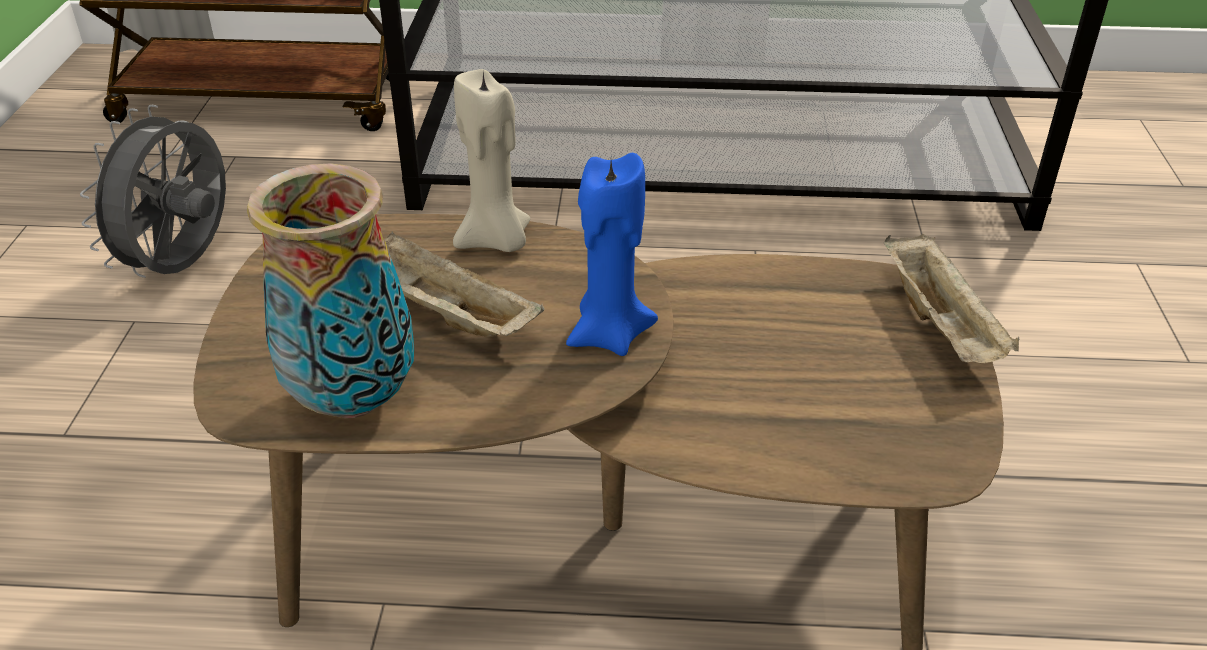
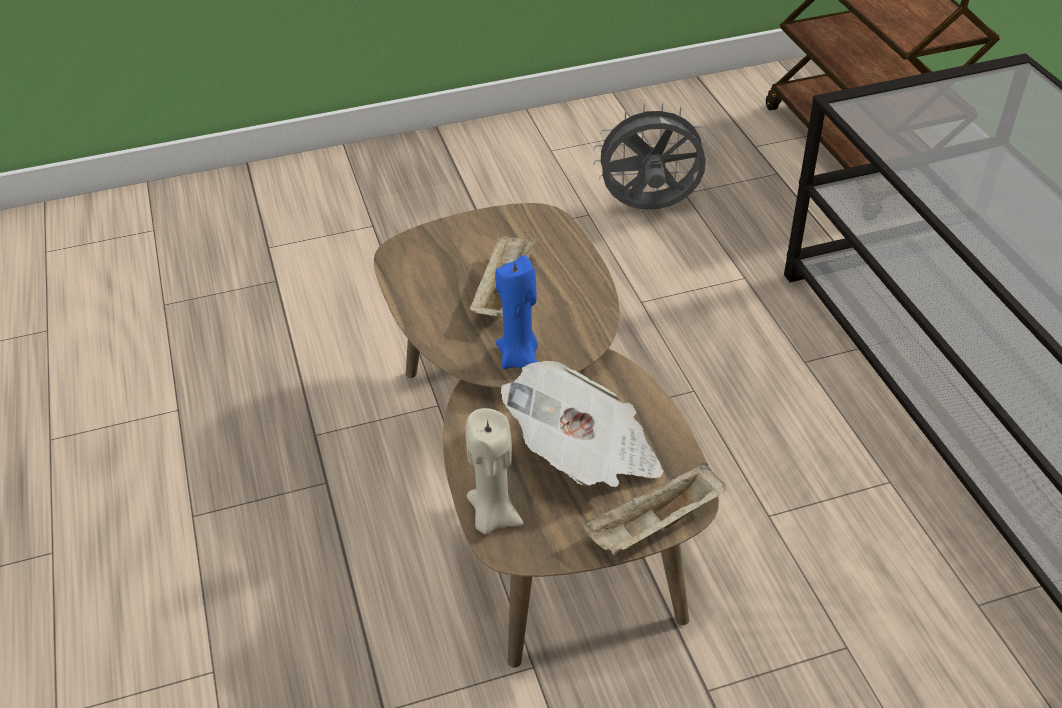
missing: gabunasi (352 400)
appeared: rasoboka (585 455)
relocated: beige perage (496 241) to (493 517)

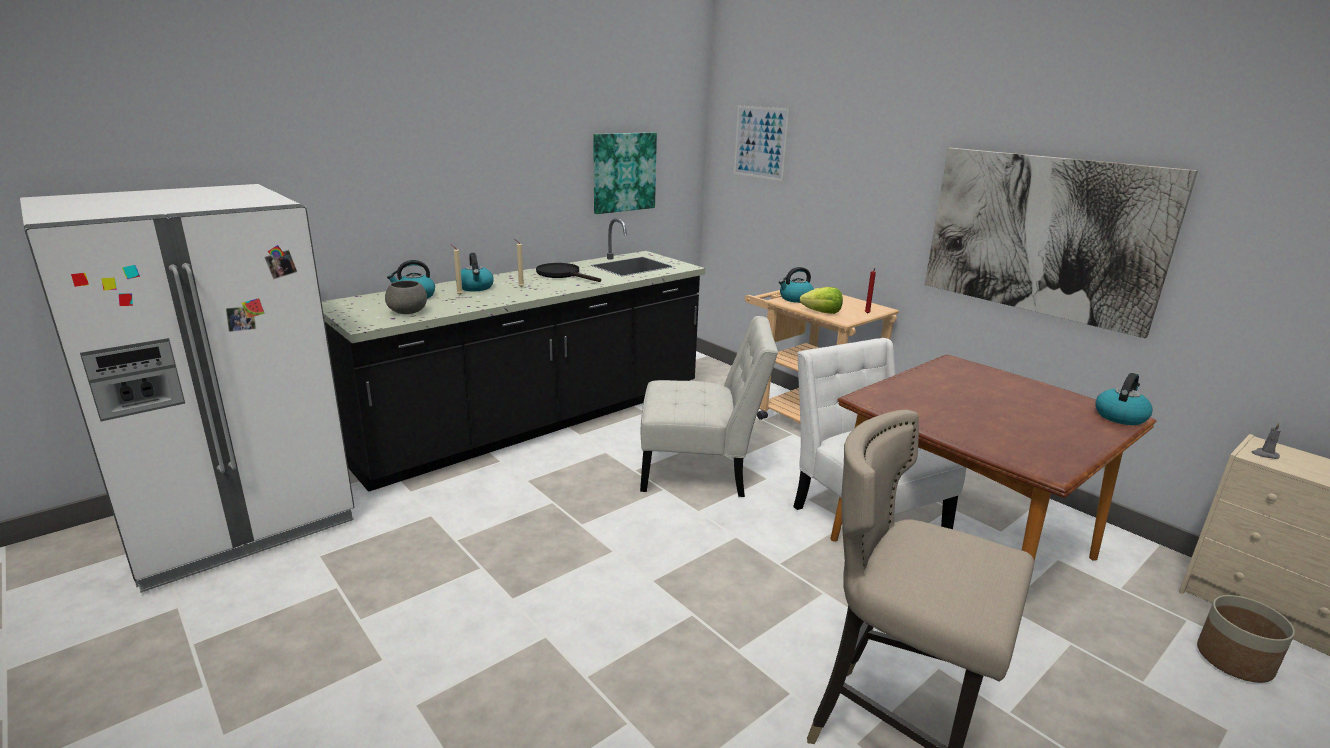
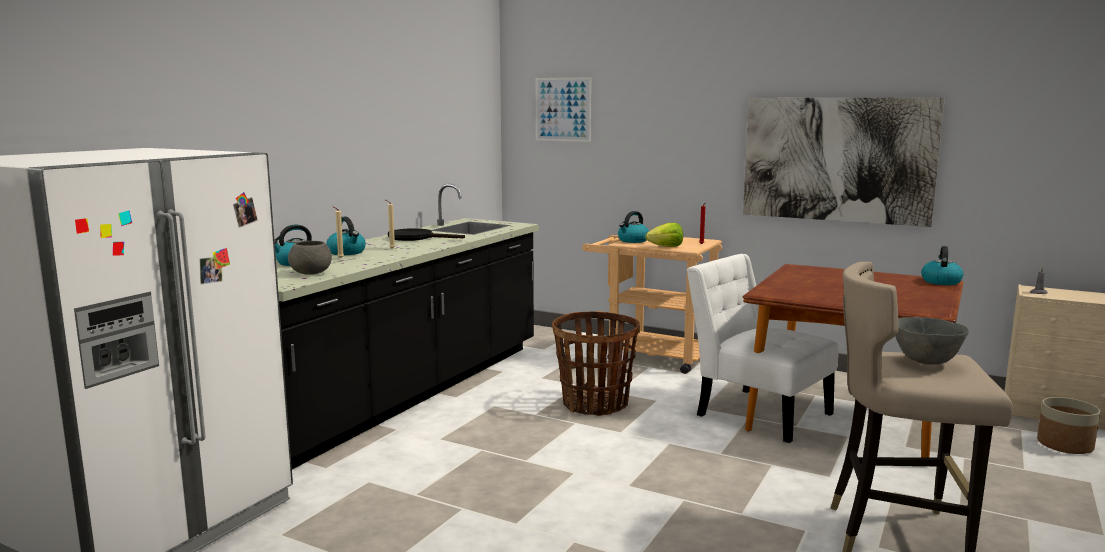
missing: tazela (623 172)
appeared: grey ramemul (926 362)
exchanged: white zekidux (701 470) to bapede (595 404)

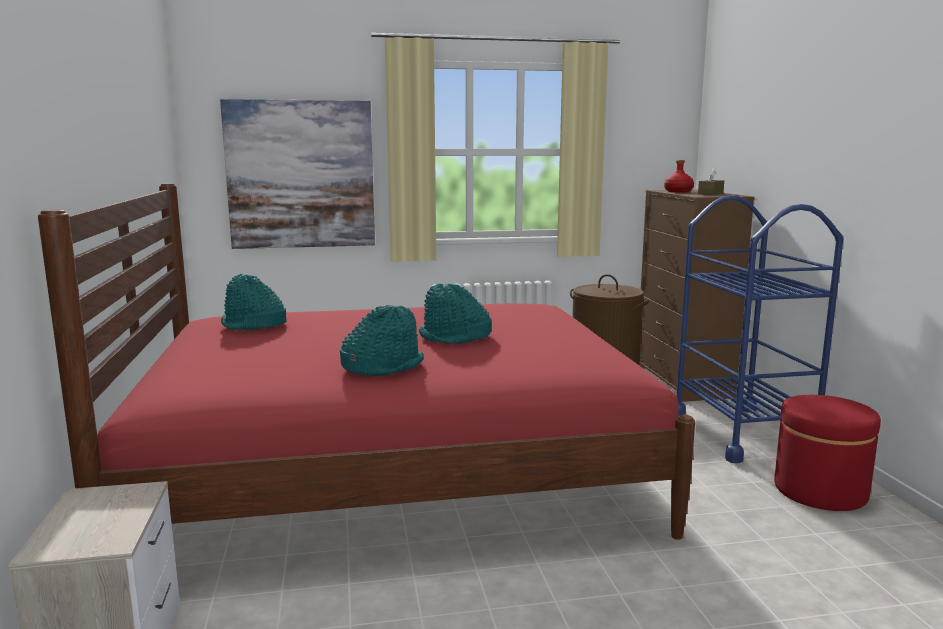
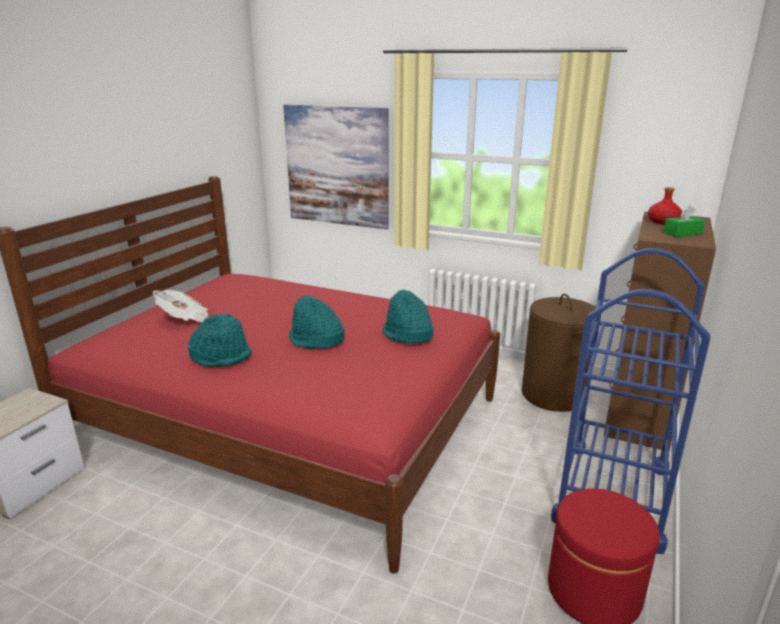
appeared: rasoboka (185 319)
relocated: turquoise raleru (253 325) to (407 334)
colour: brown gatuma (710 194) to green gatuma (682 233)

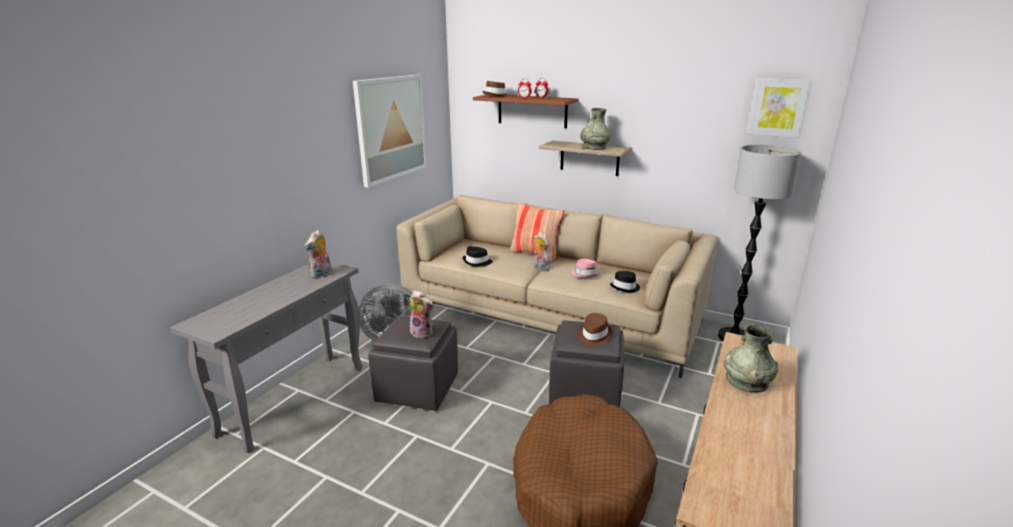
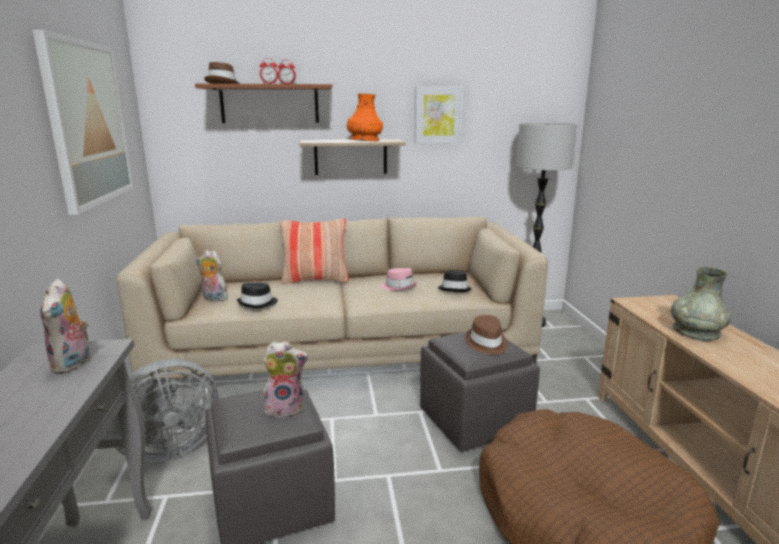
relocated: tazela (778 107) to (438 115); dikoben (540 268) to (213 299)
colour: grey gabunasi (594 147) to orange gabunasi (364 140)

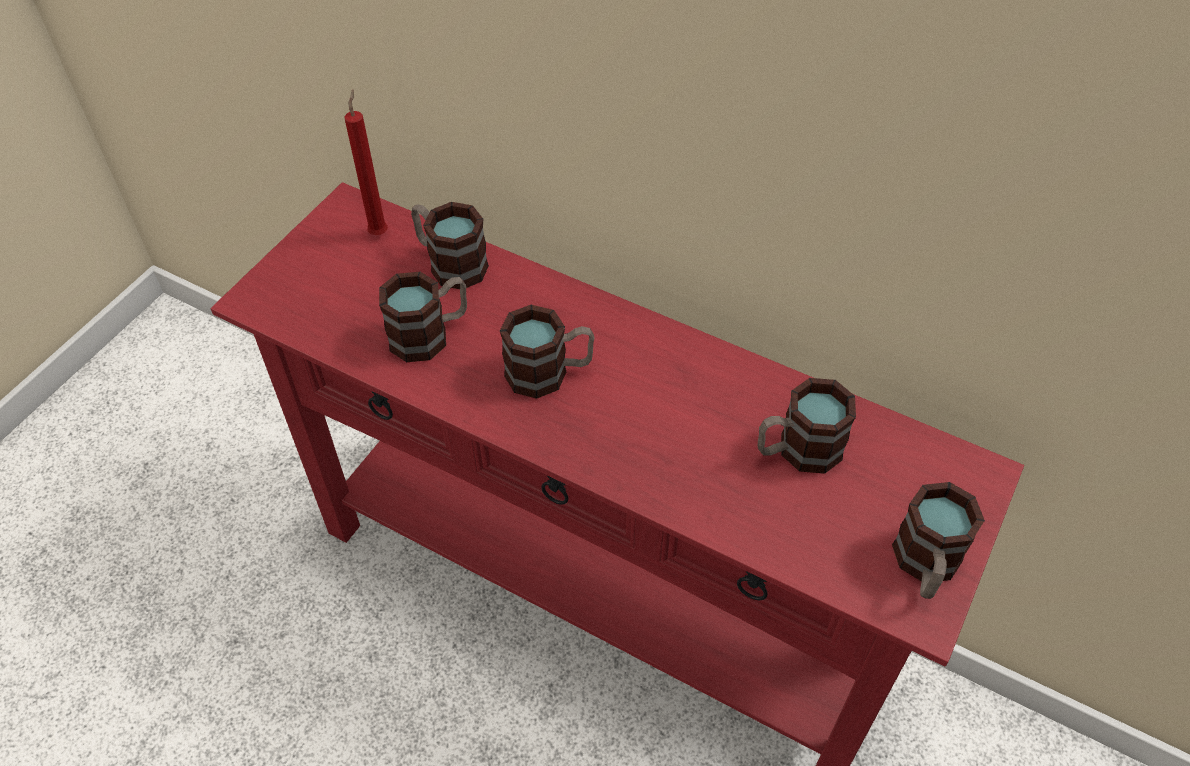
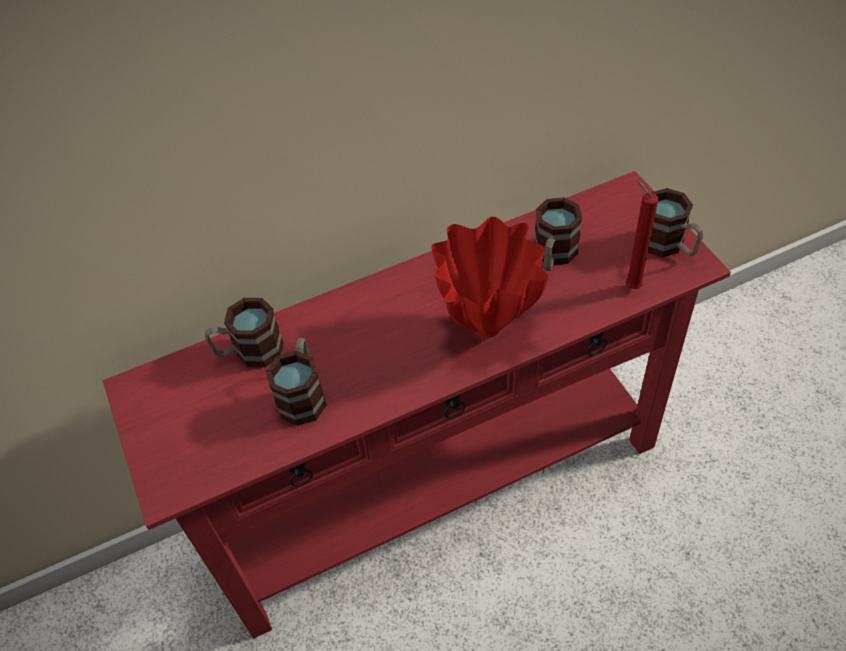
missing: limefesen (549 373)
appeared: red gabunasi (490 326)
relocated: red perage (379 232) to (630 286)

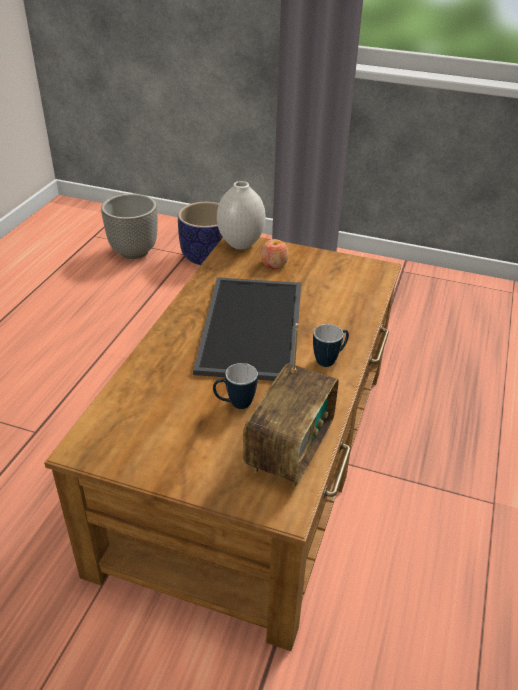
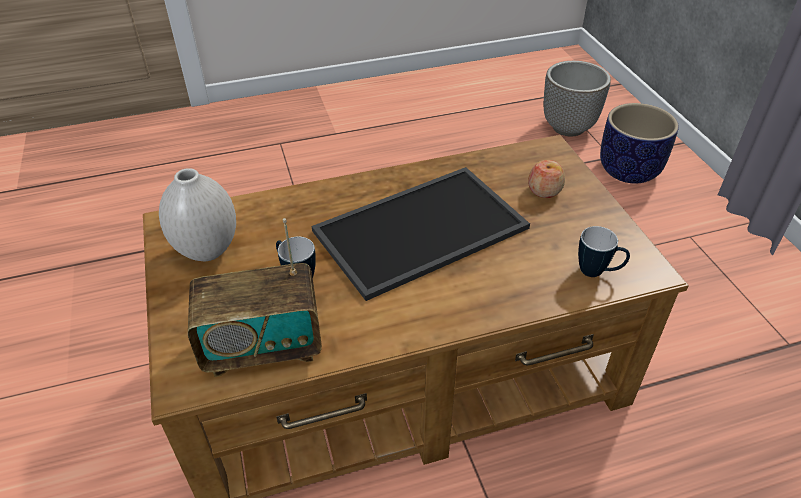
relocated: white gabunasi (240 244) to (206 251); limefesen (330 360) to (597 272)

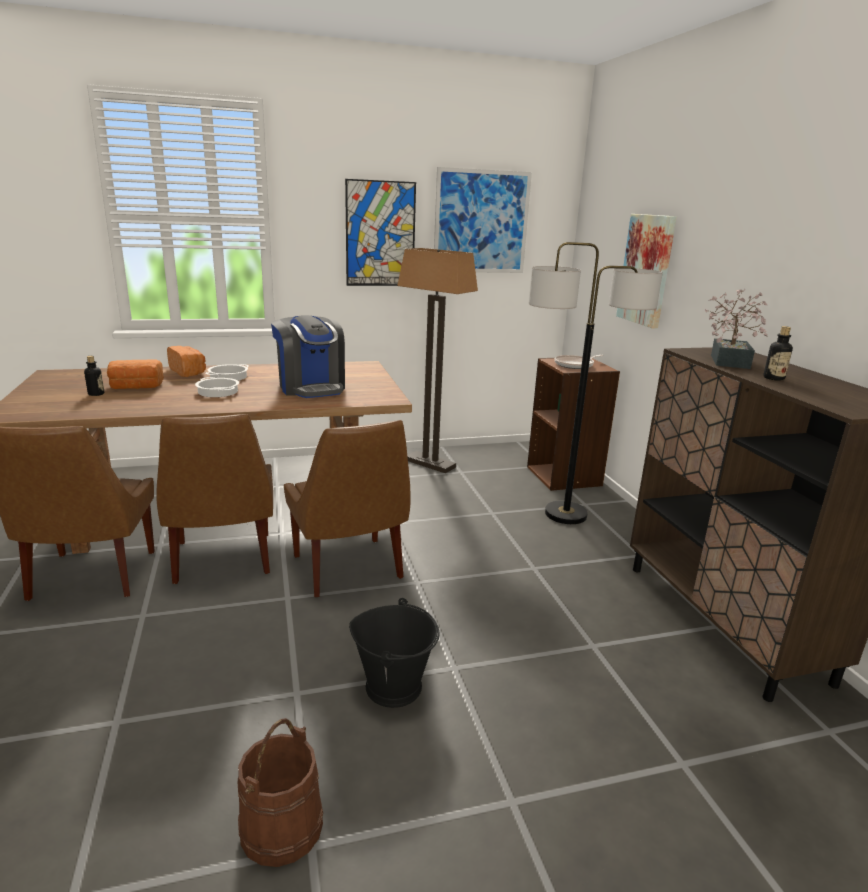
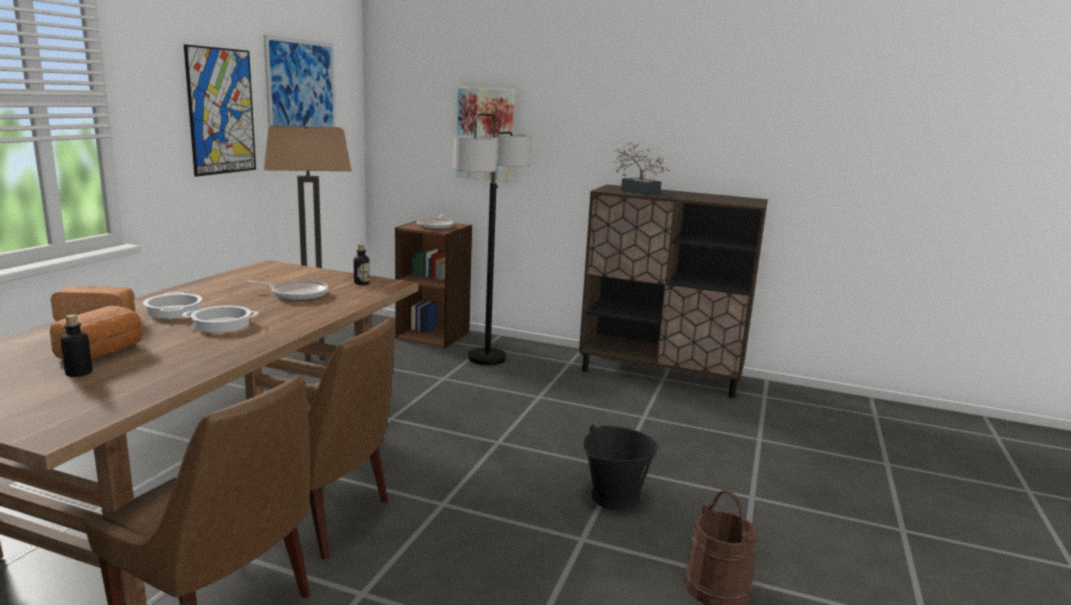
missing: brown zekidux (349 569)
relocated: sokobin (773 378) to (361 283)
exchanged: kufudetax (311 387) to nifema (297 295)

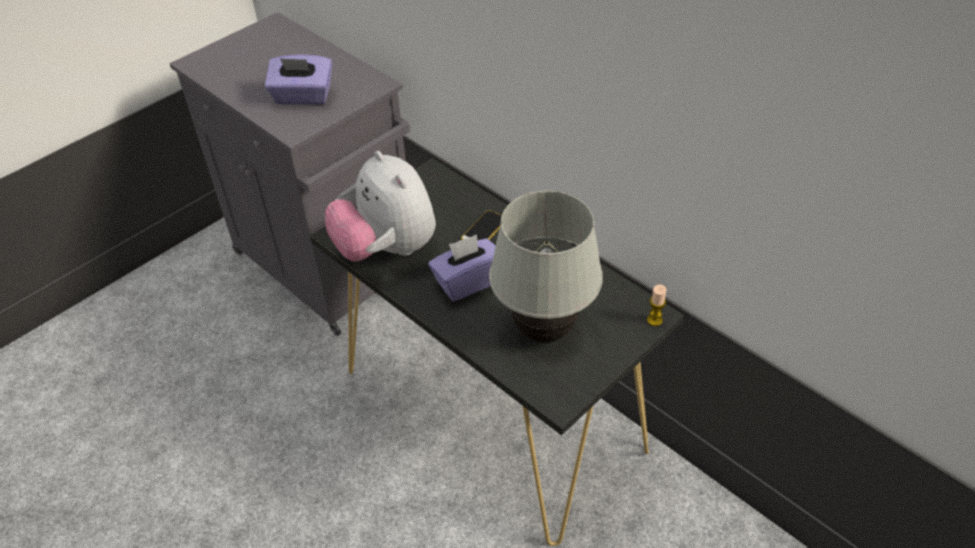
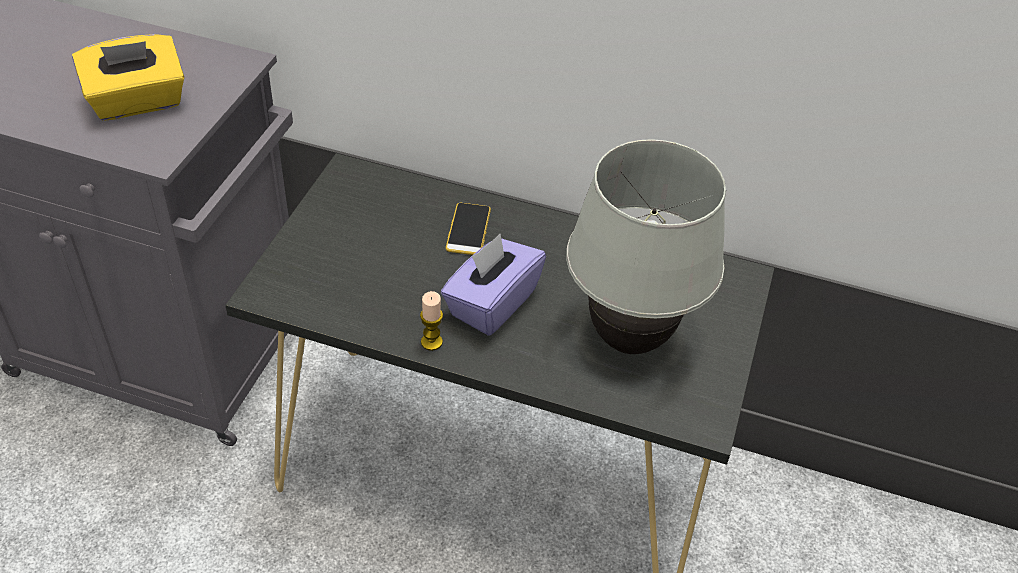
missing: dikoben (386 249)
relocated: perage (654 320) to (431 342)
colour: purple gatuma (303 97) to yellow gatuma (137 102)

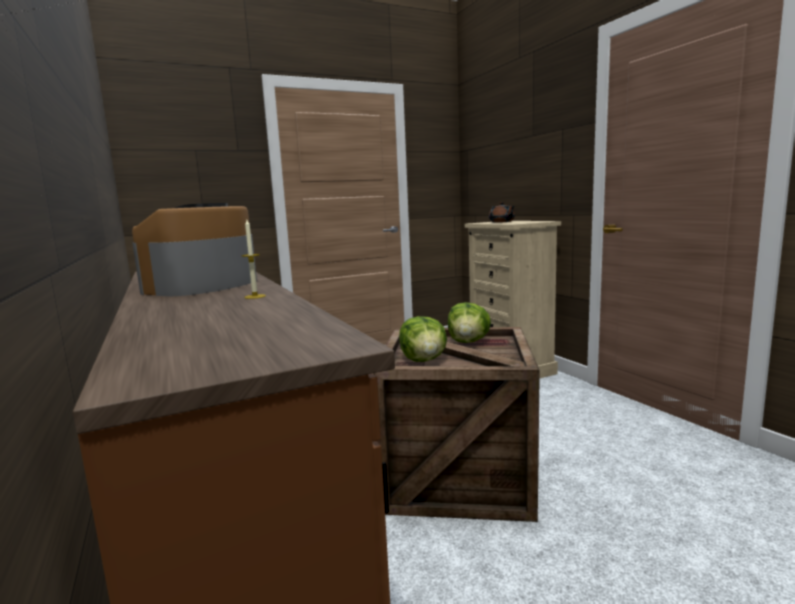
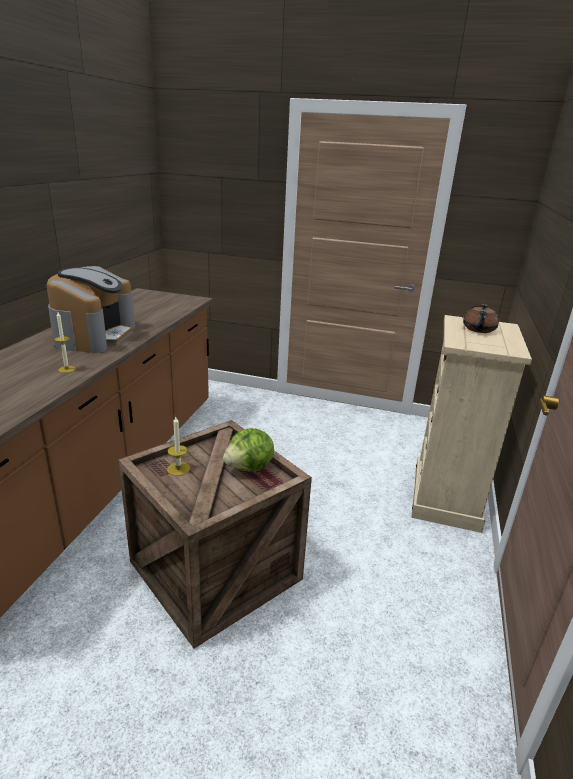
exchanged: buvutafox (424 360) to perage (178 469)
spun: kufudetax (204 286) = (95 335) 120 degrees clockwise

